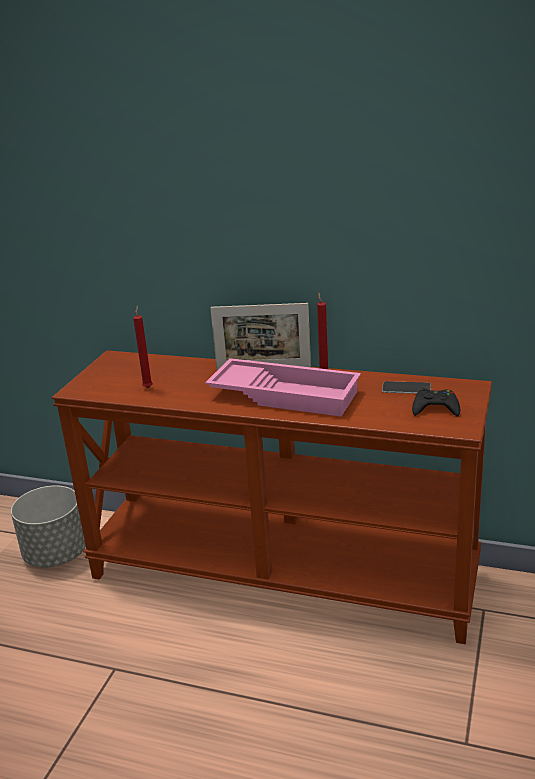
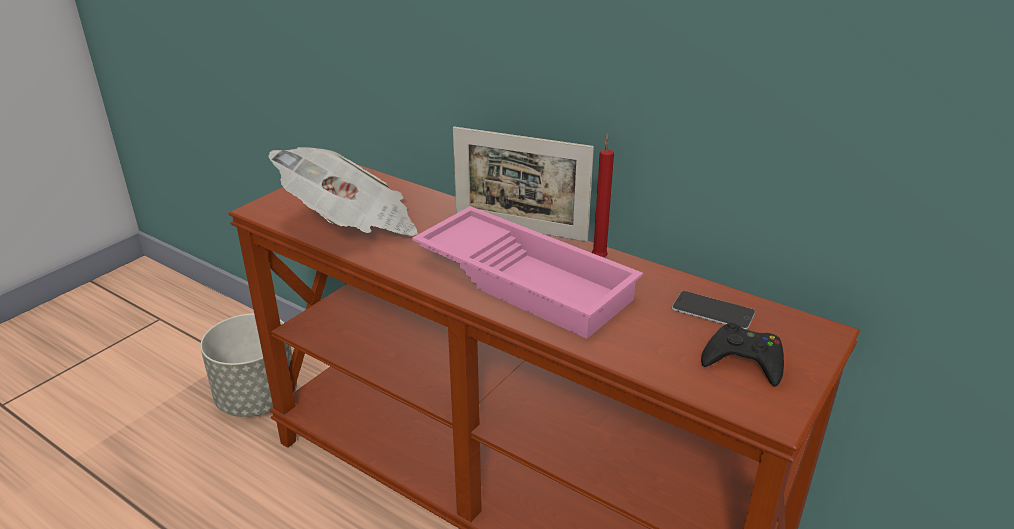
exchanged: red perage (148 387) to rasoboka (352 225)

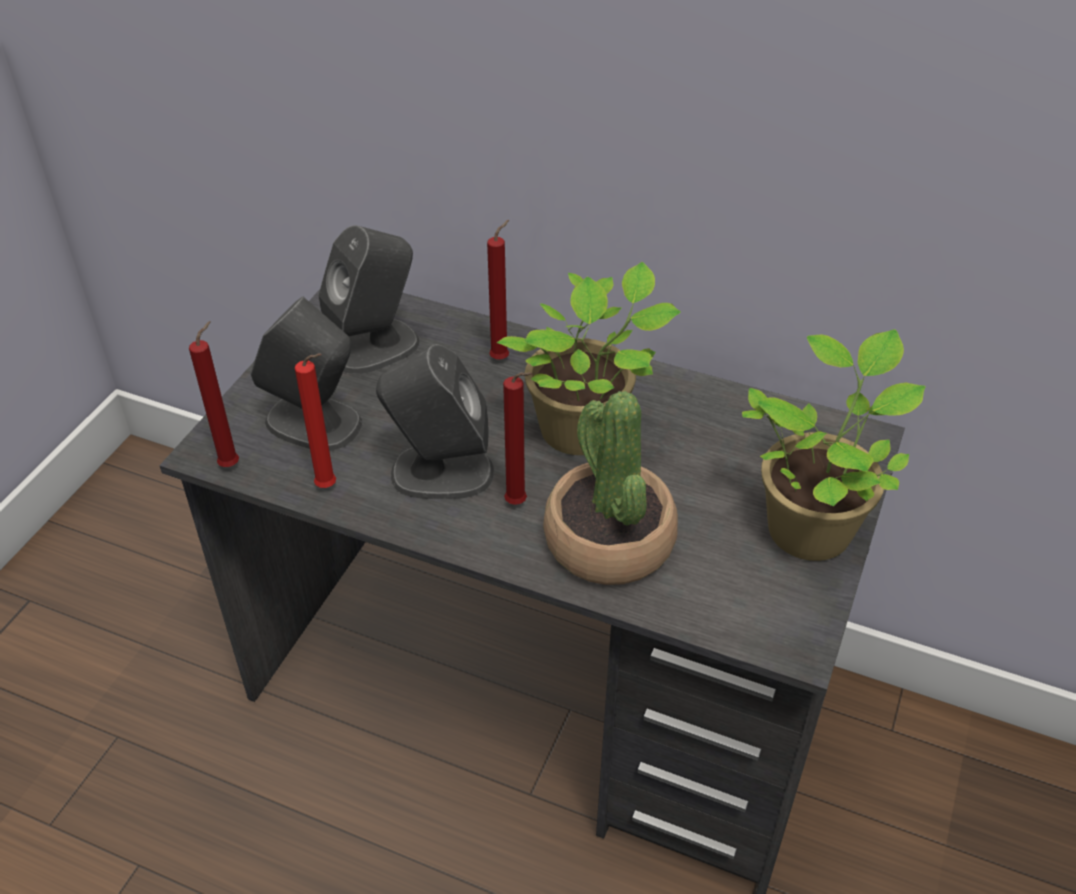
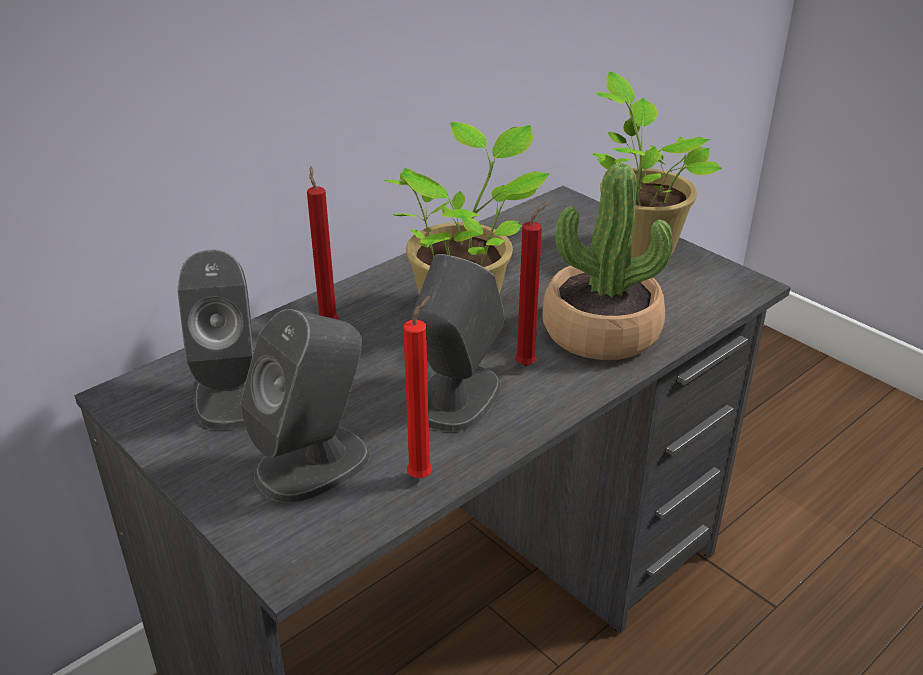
missing: red perage (232 464)

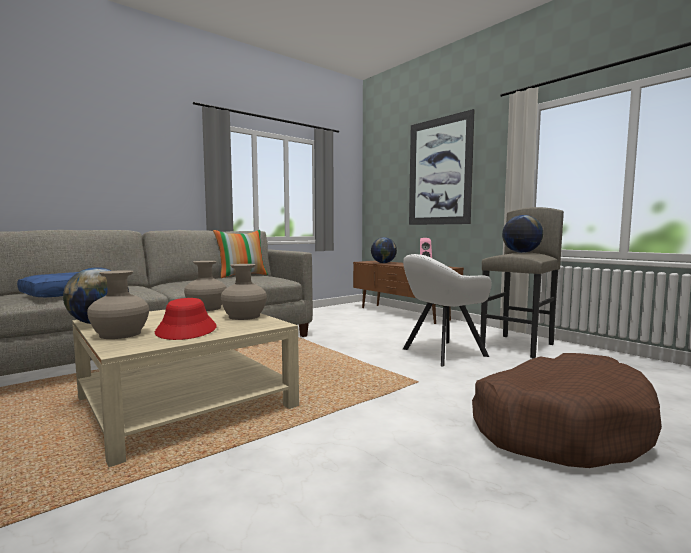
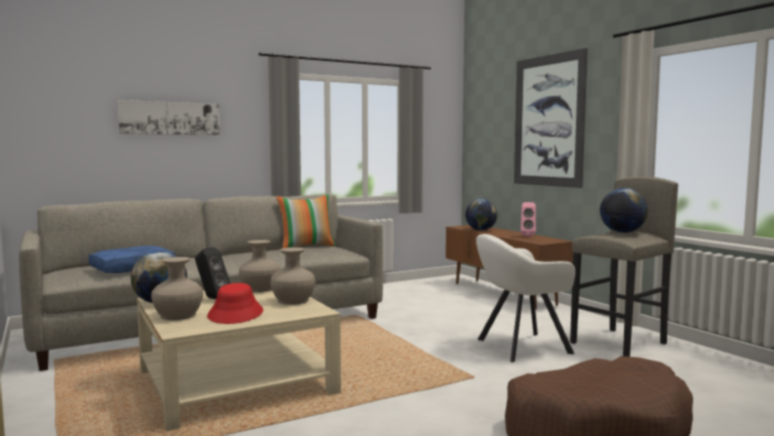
appeared: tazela (170 118); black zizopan (212 298)

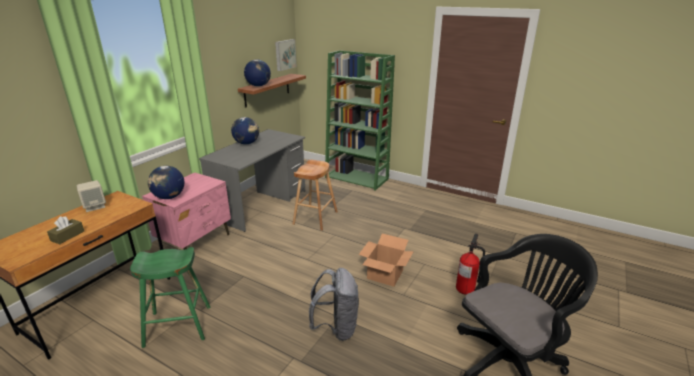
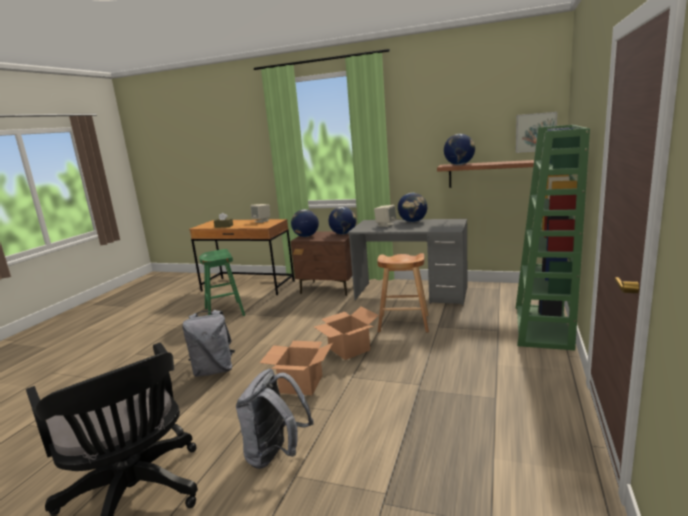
appeared: beige zizopan (385 225); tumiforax (343 234); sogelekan (349 349)
exchanged: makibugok (468 291) to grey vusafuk (276 455)
colour: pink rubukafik (196 242) to brown rubukafik (329 288)

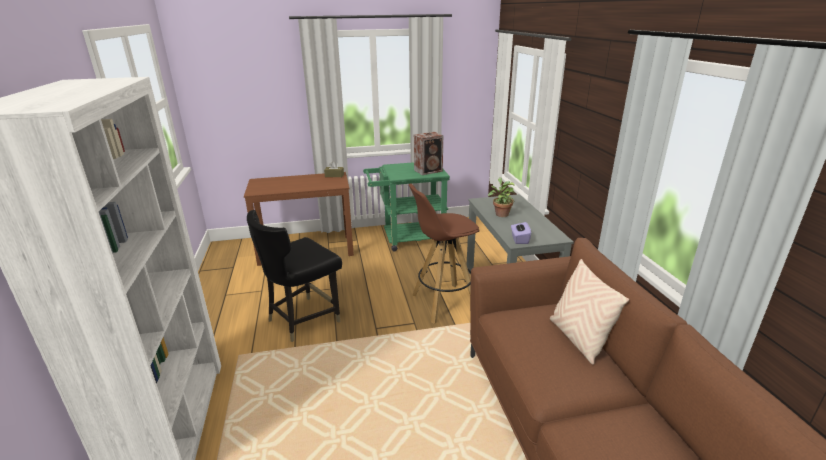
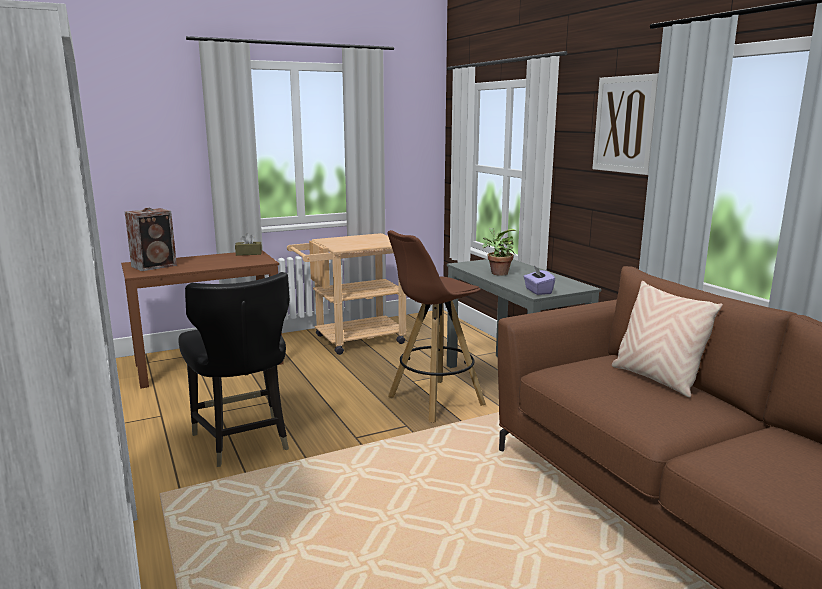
appeared: tazela (625 124)
relocated: zizopan (429 170) to (155 266)
colour: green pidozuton (408 239) to beige pidozuton (352 340)
spun: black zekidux (303 319) = (243 440) 60 degrees counterclockwise

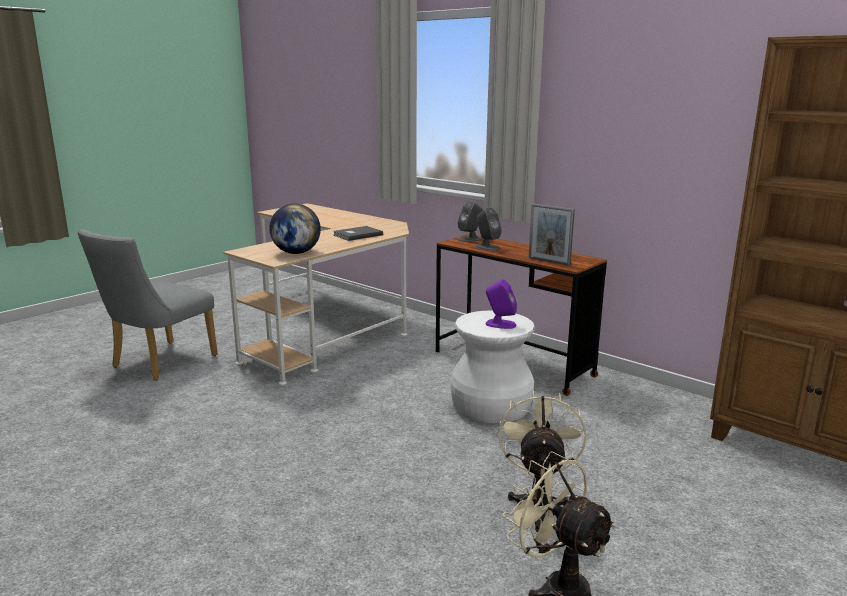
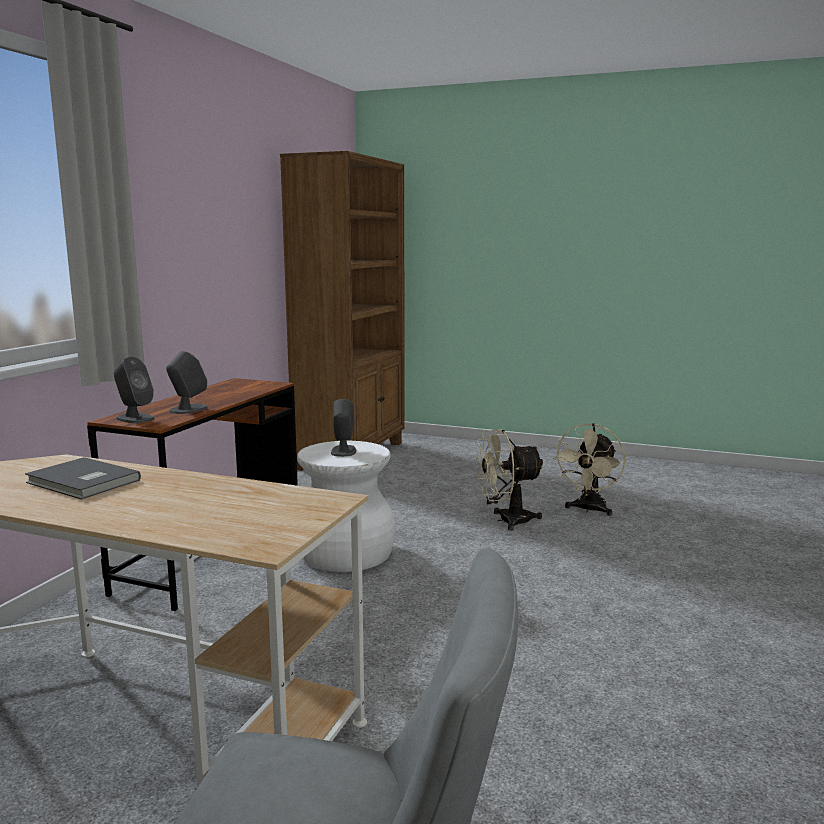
missing: tumiforax (296 253); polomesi (549 261)
colour: purple zizopan (500 324) to grey zizopan (343 451)

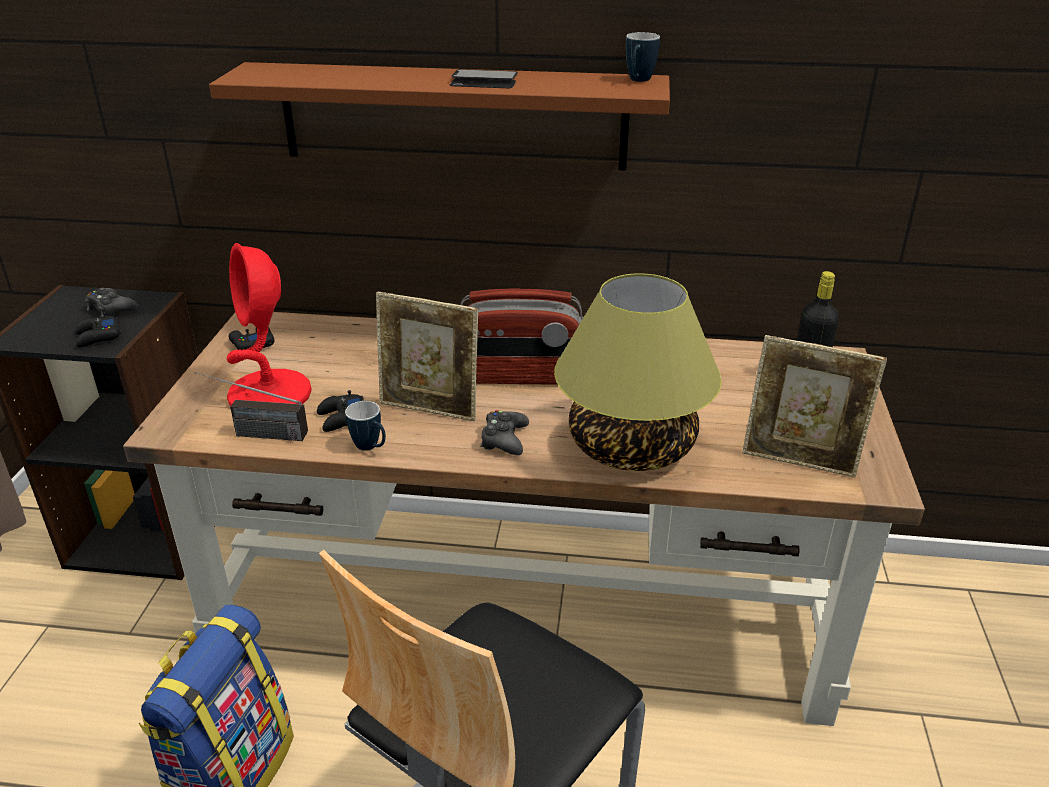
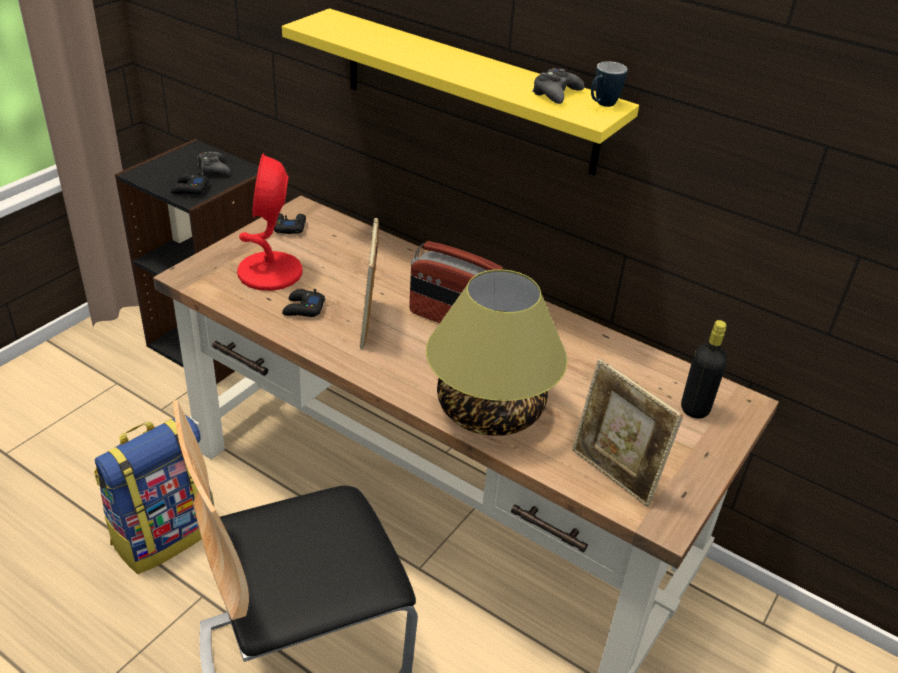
missing: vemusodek (484 82); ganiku (253 433); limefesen (371 448)
relocated: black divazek (504 439) to (556 93)
colour: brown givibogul (453 116) to yellow givibogul (468 91)
spun: polomesi (430 409) = (368 324) 45 degrees clockwise

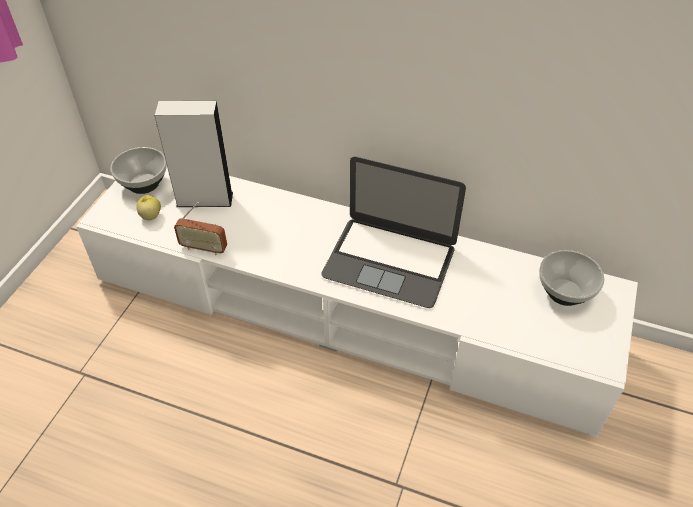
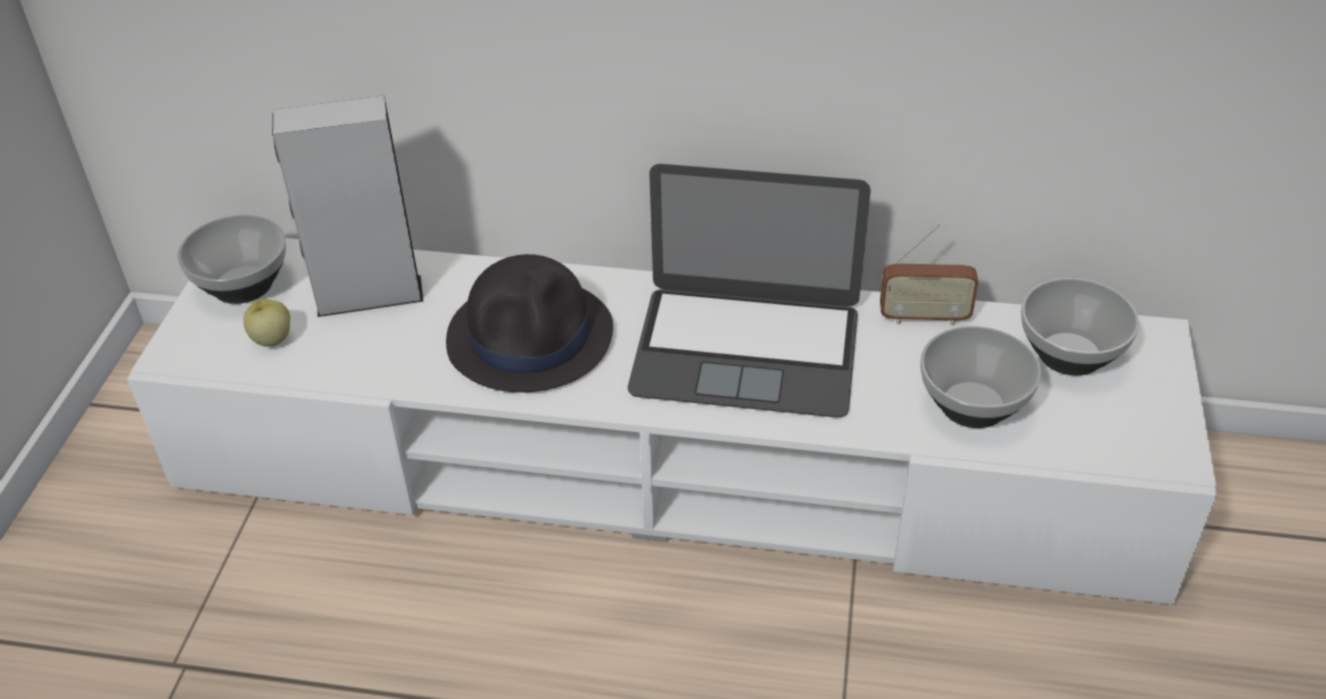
appeared: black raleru (531 336); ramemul (973 407)
relocated: ganiku (204 248) to (924 317)

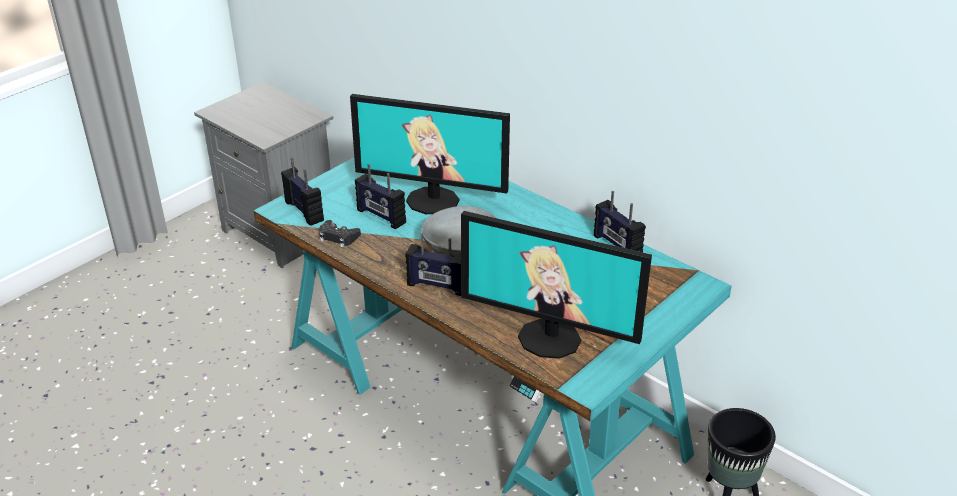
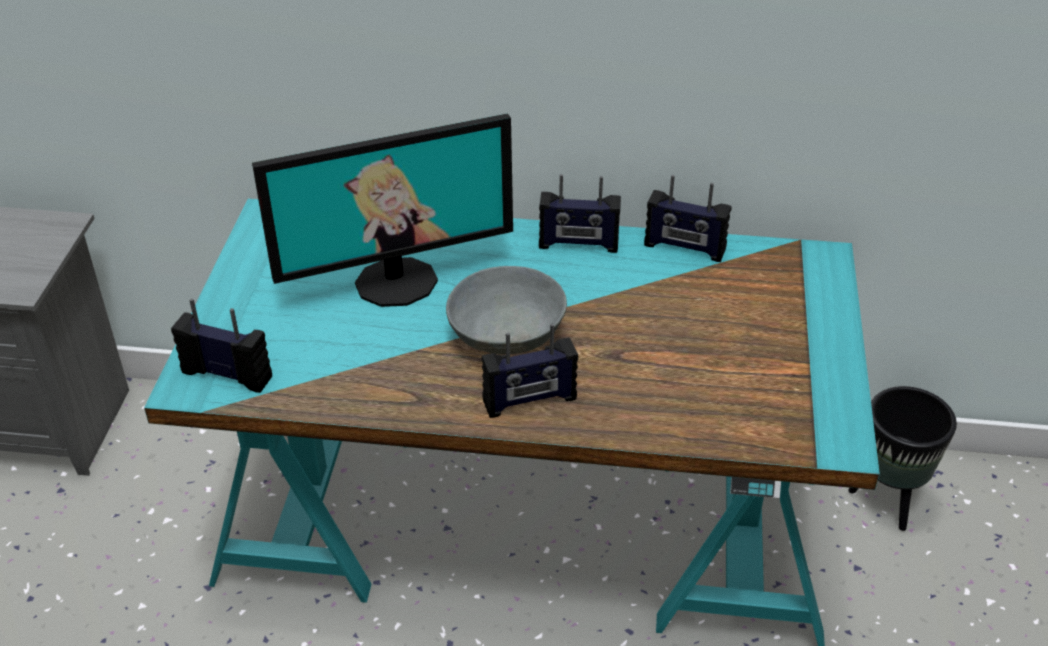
missing: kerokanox (550 338); black divazek (338 237)
relocated: ganiku (381 216) to (578 244)

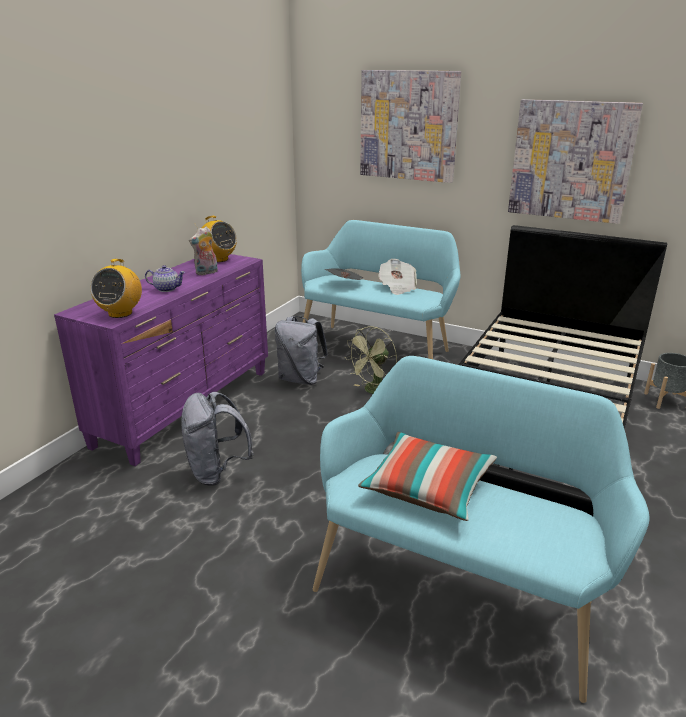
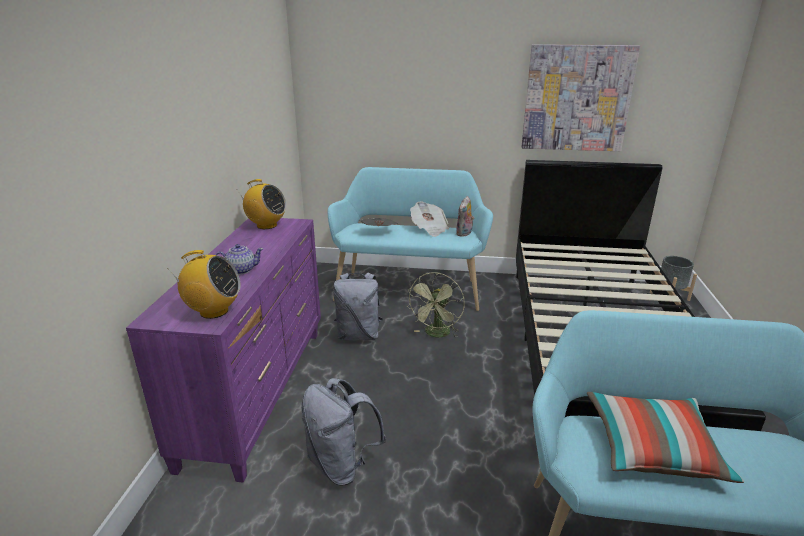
missing: tazela (408 126)
relocated: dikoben (206 273) to (464 234)
spun: ganiku (120 313) = (213 311) 75 degrees counterclockwise

